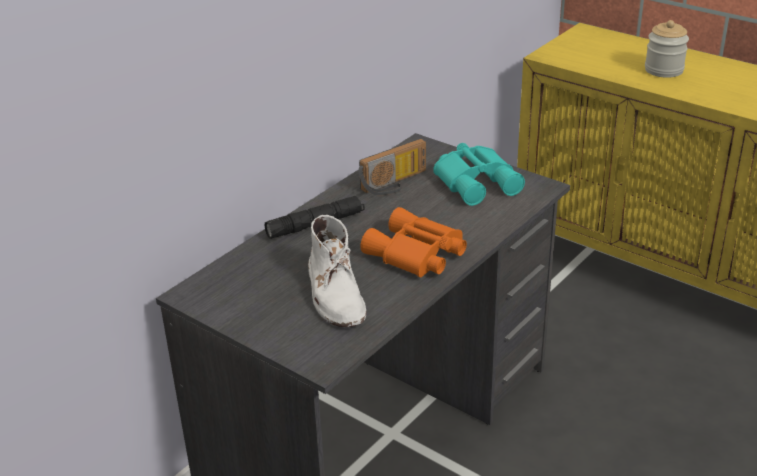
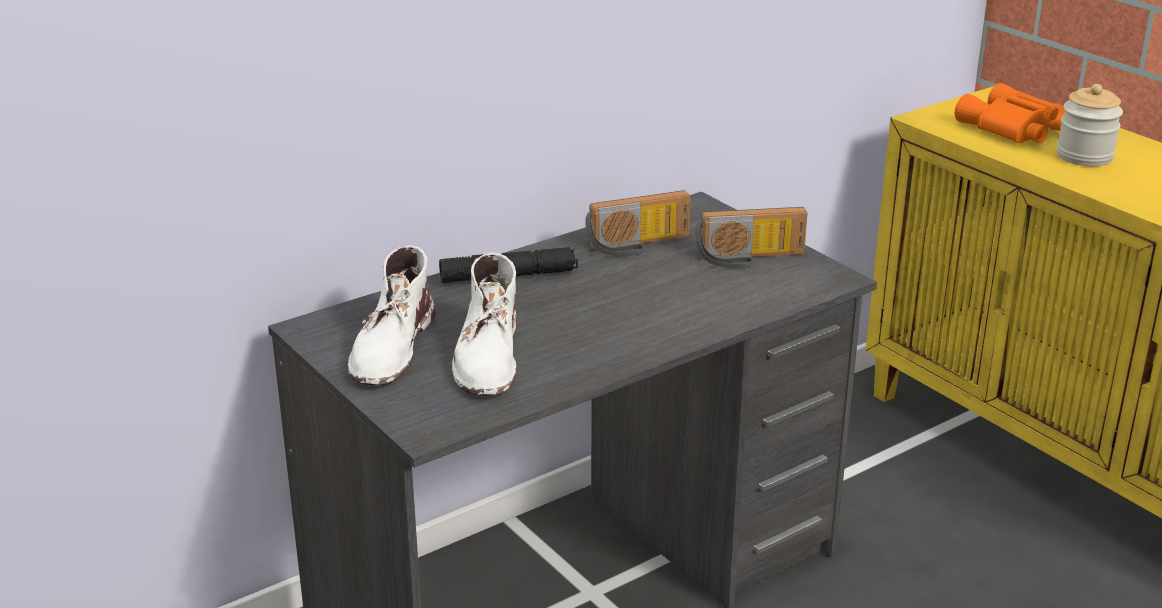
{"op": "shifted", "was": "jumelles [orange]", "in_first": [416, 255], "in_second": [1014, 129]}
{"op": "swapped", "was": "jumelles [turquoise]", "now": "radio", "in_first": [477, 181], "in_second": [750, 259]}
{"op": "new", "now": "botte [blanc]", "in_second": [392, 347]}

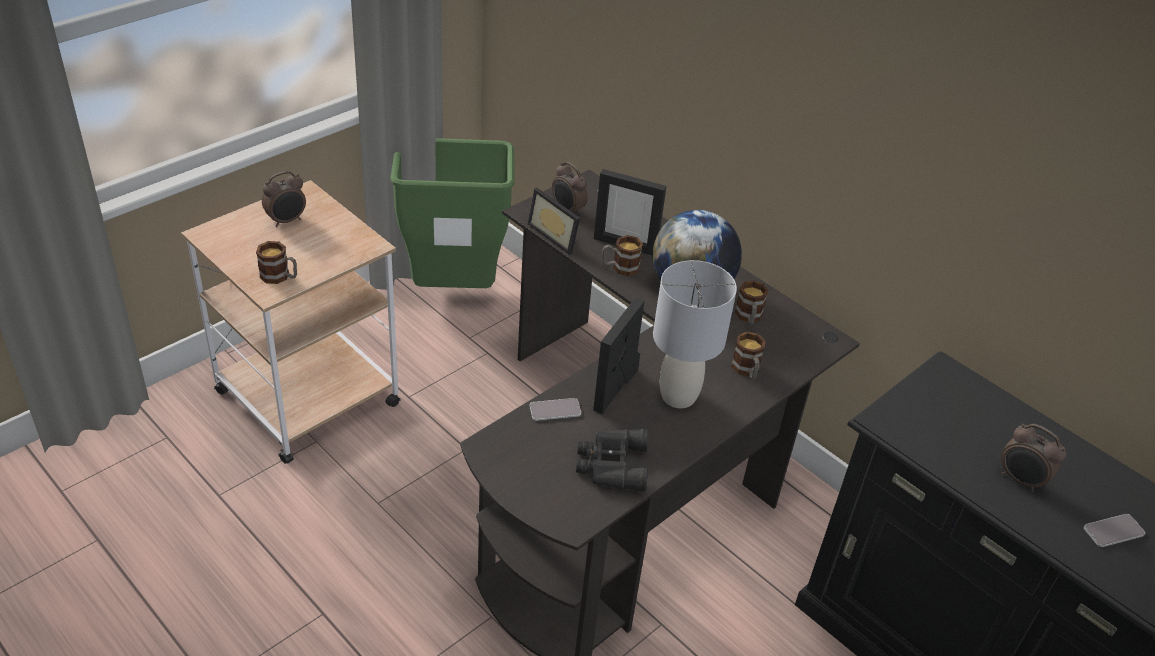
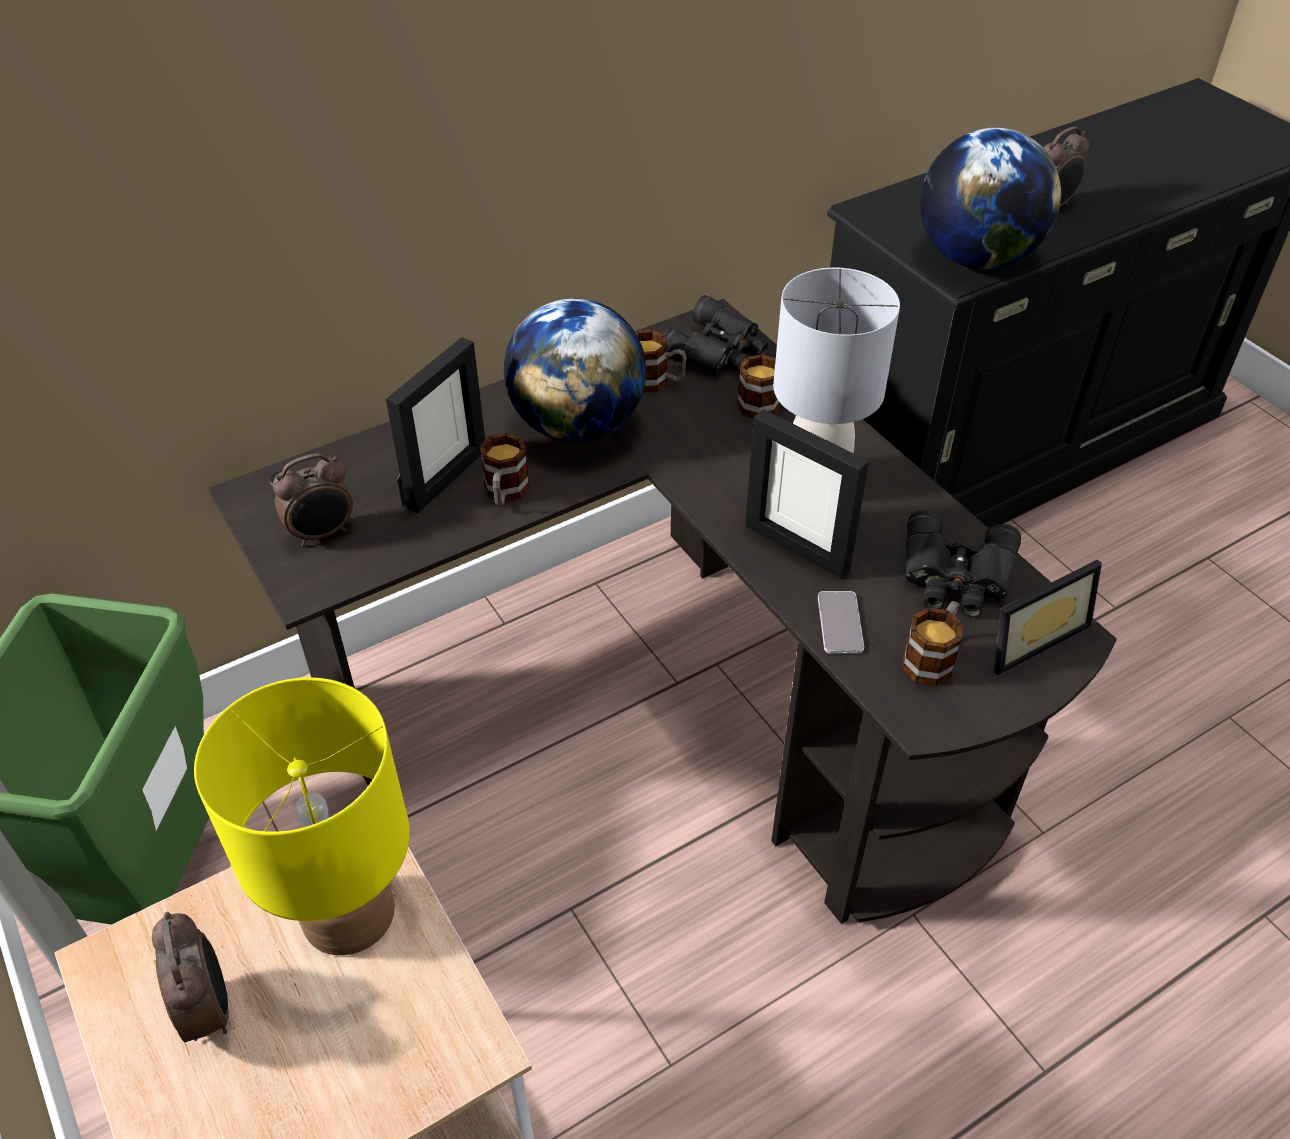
{"op": "shifted", "was": "mug", "in_first": [280, 277], "in_second": [932, 658]}
{"op": "shifted", "was": "cadre photo", "in_first": [556, 235], "in_second": [1028, 635]}
{"op": "gone", "was": "téléphone", "in_first": [1113, 531]}
{"op": "new", "now": "lampe de table [jaune]", "in_second": [349, 915]}
{"op": "new", "now": "jumelles [noir]", "in_second": [719, 350]}
{"op": "new", "now": "globe", "in_second": [976, 258]}

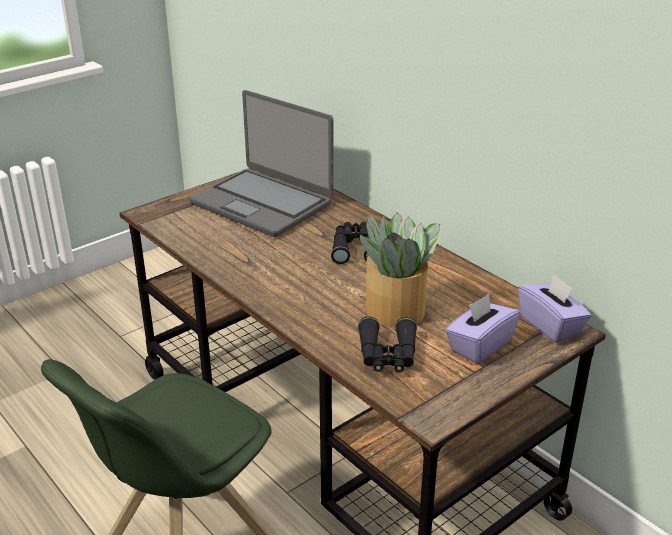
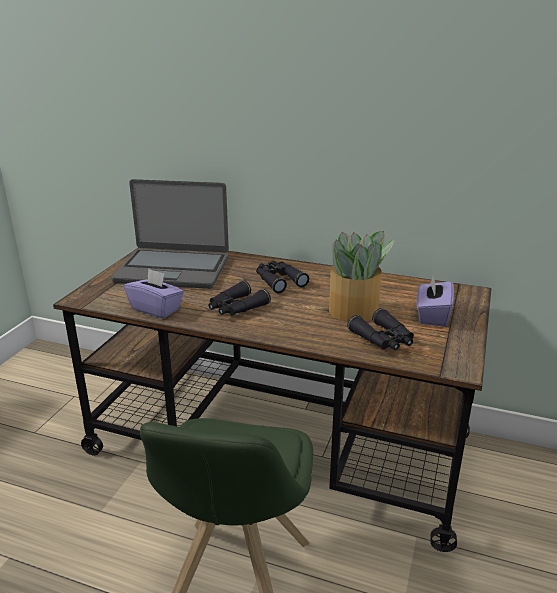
{"op": "shifted", "was": "boîte à mouchoirs [violet]", "in_first": [550, 325], "in_second": [156, 309]}
{"op": "new", "now": "jumelles [noir]", "in_second": [236, 308]}

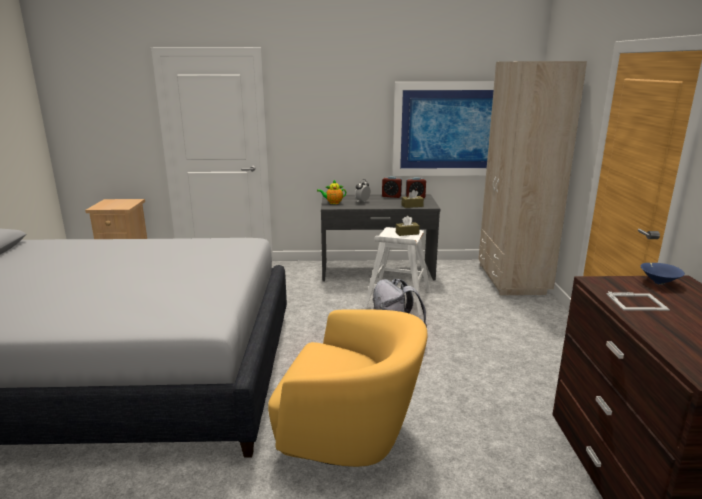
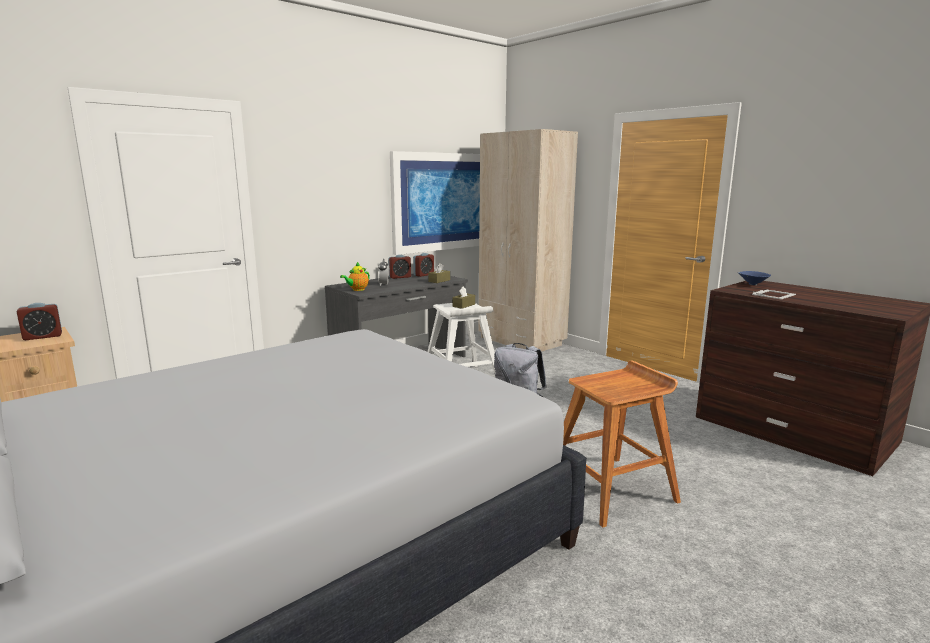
{"op": "swapped", "was": "fauteuil [jaune]", "now": "tabouret [marron]", "in_first": [349, 435], "in_second": [611, 489]}
{"op": "new", "now": "réveil", "in_second": [43, 336]}

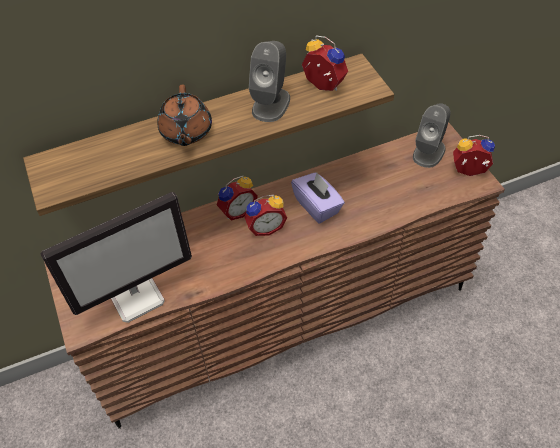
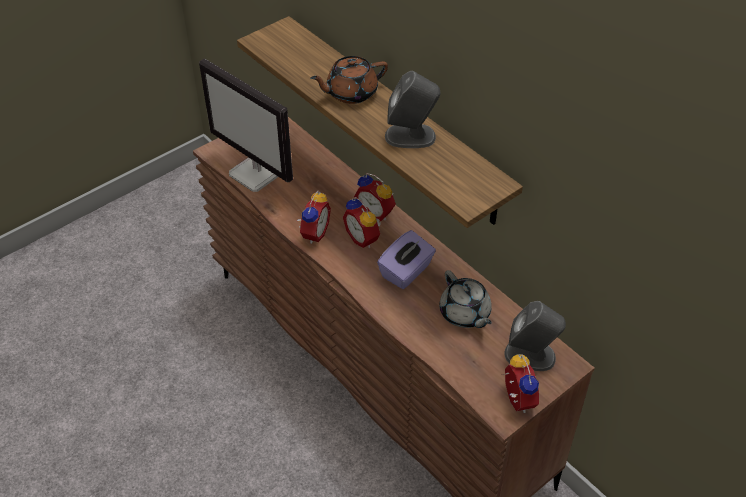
{"op": "shifted", "was": "réveil", "in_first": [322, 86], "in_second": [313, 233]}
{"op": "new", "now": "théière [gris]", "in_second": [465, 314]}

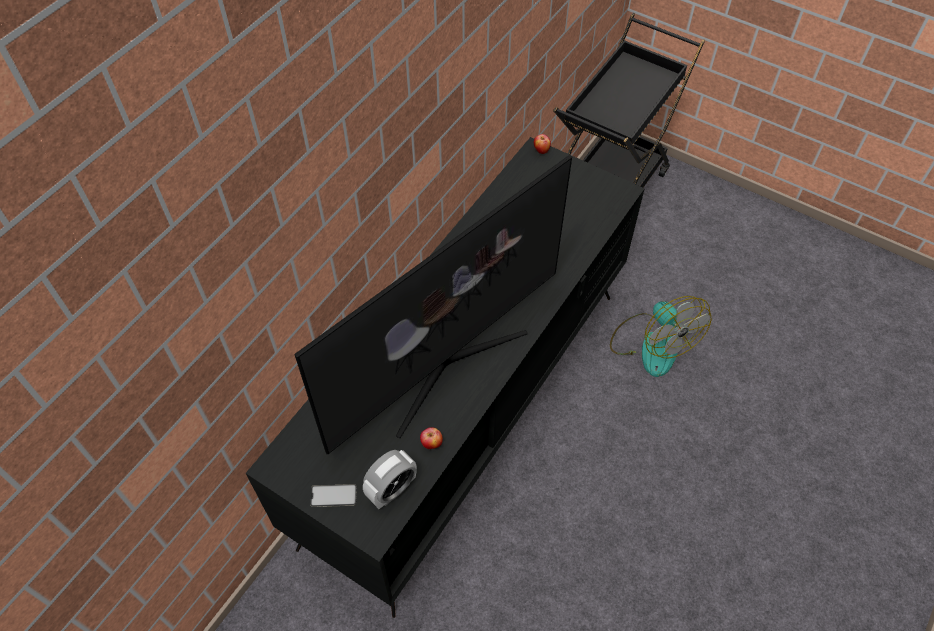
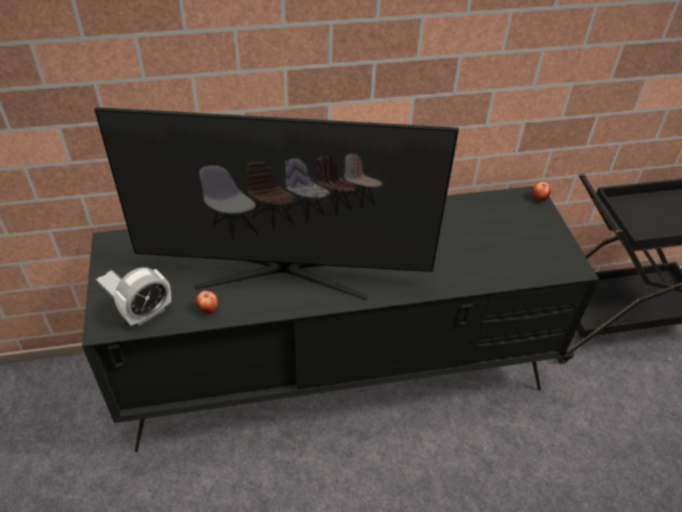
{"op": "rotated", "was": "réveil", "in_first": [392, 490], "in_second": [148, 313], "clockwise": -45}
{"op": "gone", "was": "ventilateur", "in_first": [652, 344]}

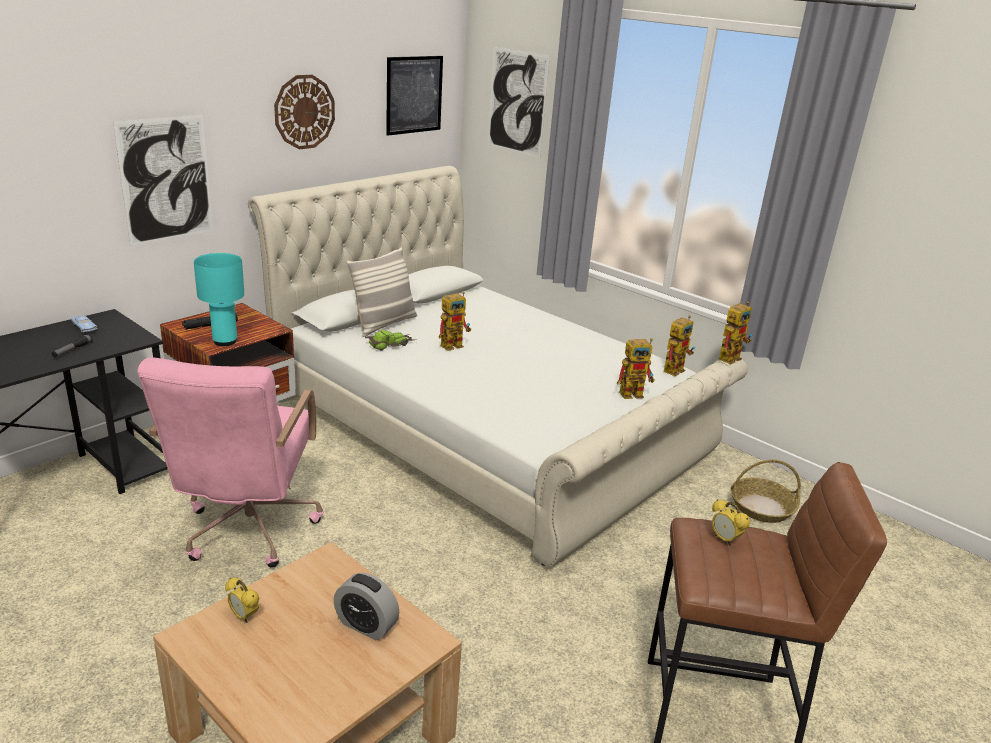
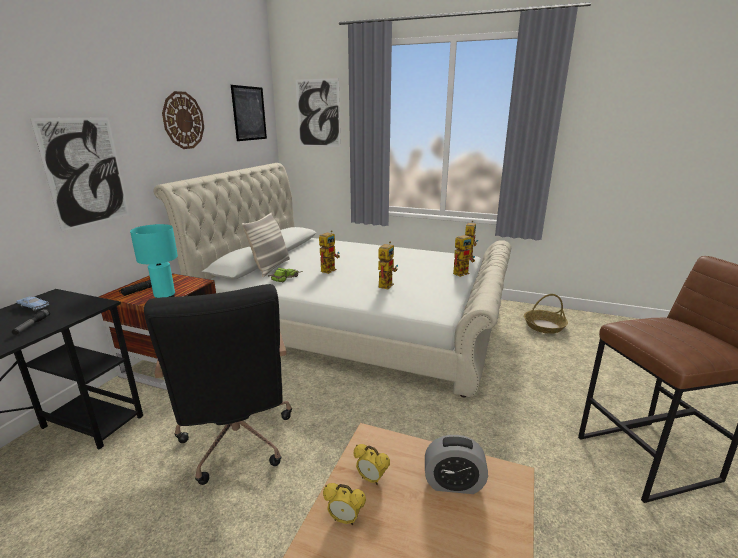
{"op": "repainted", "was": "chaise de bureau [rose]", "now": "chaise de bureau [noir]", "in_first": [248, 534], "in_second": [238, 445]}
{"op": "shifted", "was": "réveil", "in_first": [724, 539], "in_second": [371, 479]}
{"op": "shifted", "was": "robot jouet", "in_first": [730, 357], "in_second": [386, 284]}

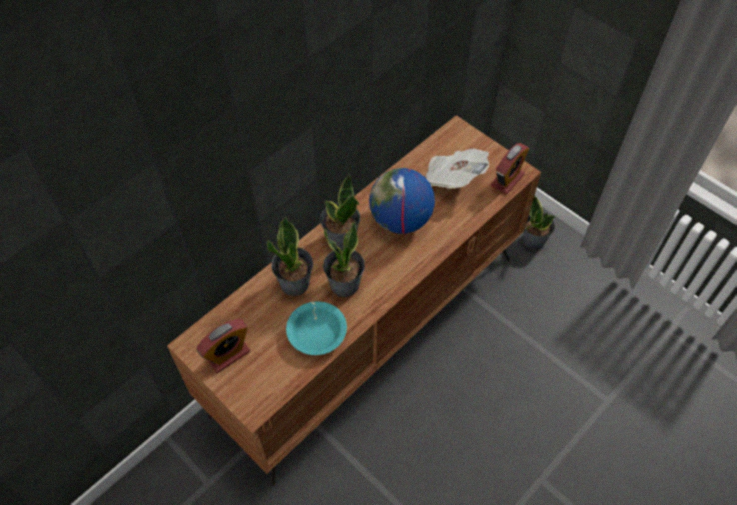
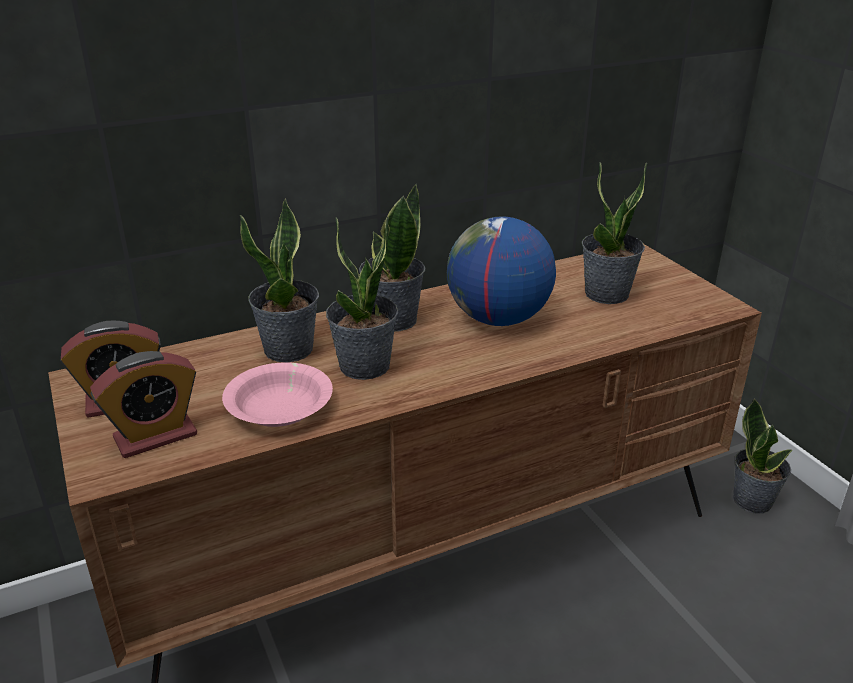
{"op": "repainted", "was": "bol [turquoise]", "now": "bol [rose]", "in_first": [317, 333], "in_second": [280, 408]}
{"op": "swapped", "was": "journal", "now": "plante en pot", "in_first": [453, 178], "in_second": [607, 294]}
{"op": "shifted", "was": "réveil", "in_first": [507, 180], "in_second": [155, 436]}

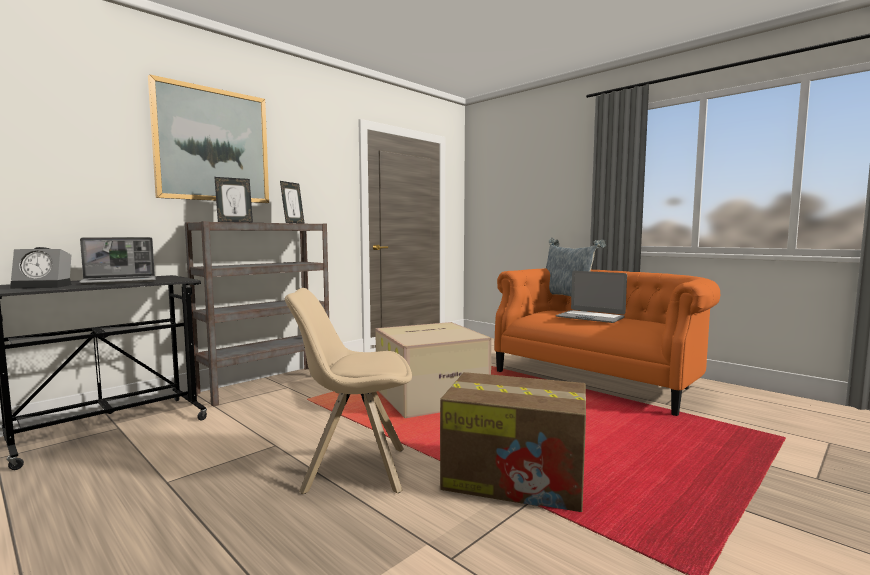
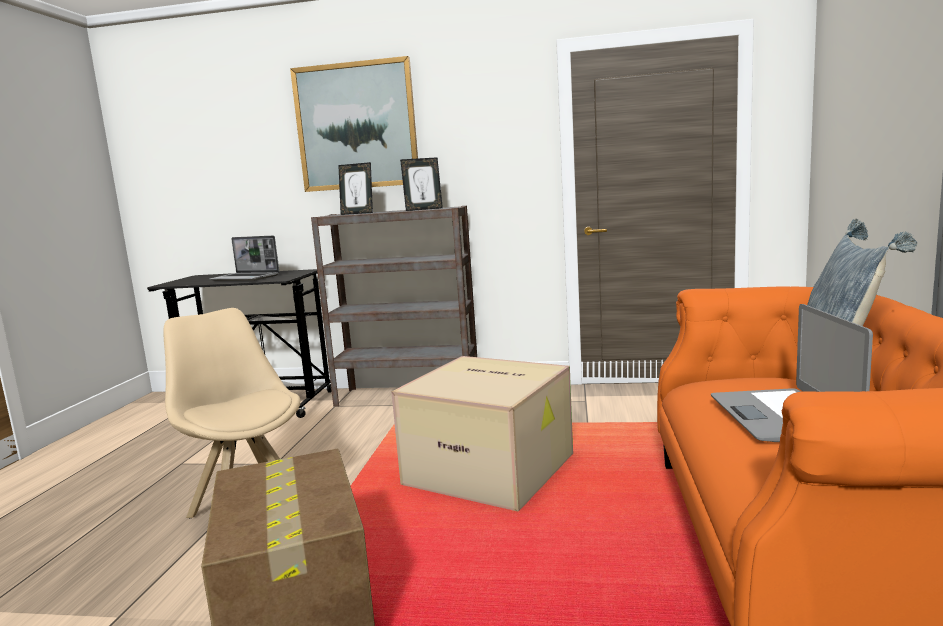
{"op": "gone", "was": "réveil", "in_first": [45, 286]}

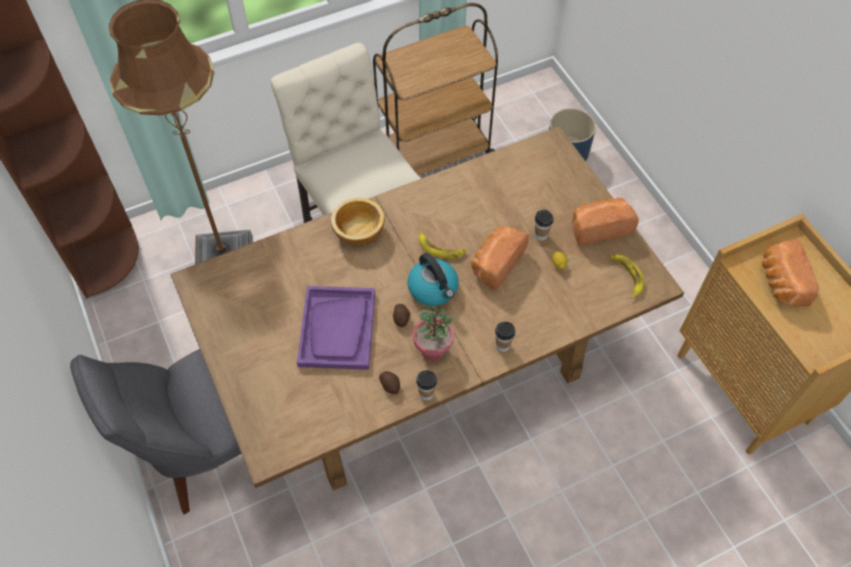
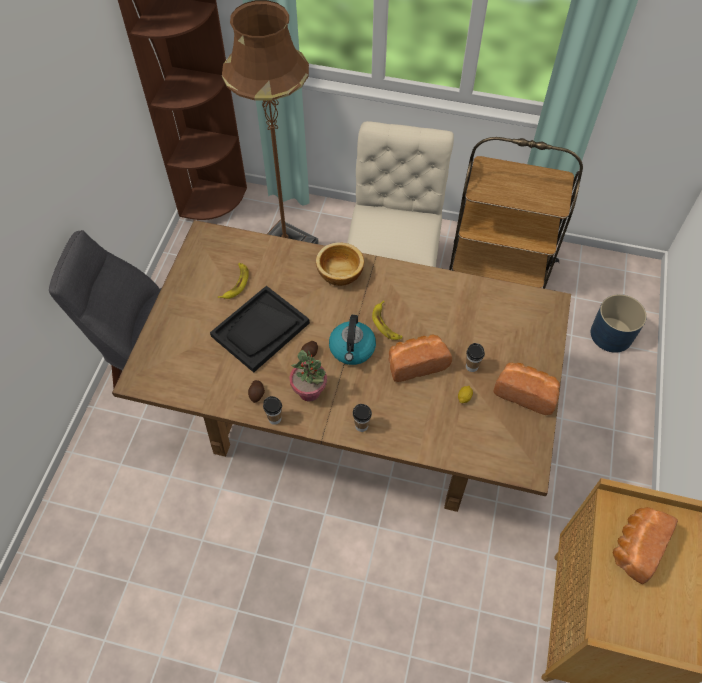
{"op": "repainted", "was": "plateau [violet]", "now": "plateau [noir]", "in_first": [337, 329], "in_second": [260, 330]}
{"op": "shifted", "was": "banane", "in_first": [627, 276], "in_second": [235, 283]}

